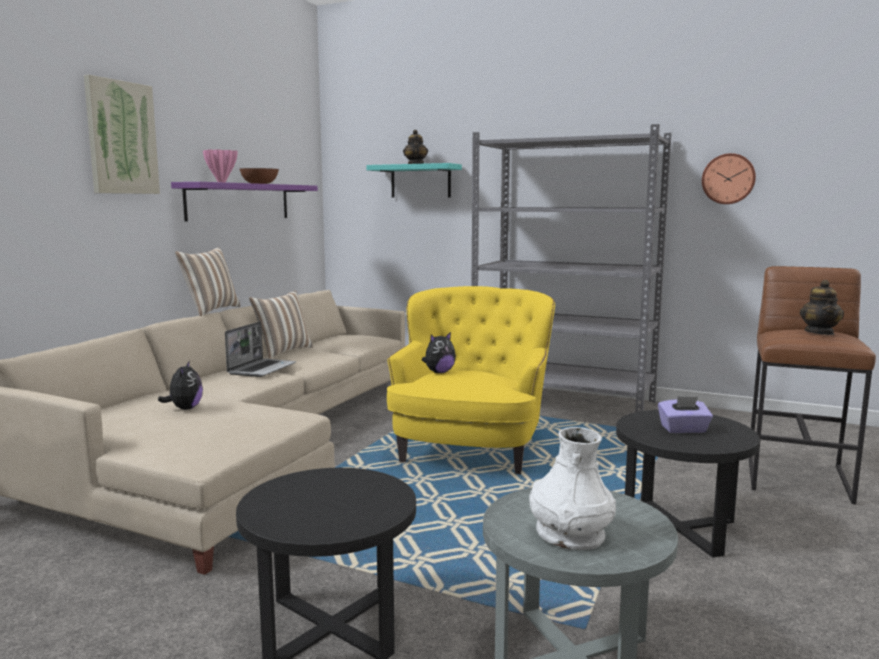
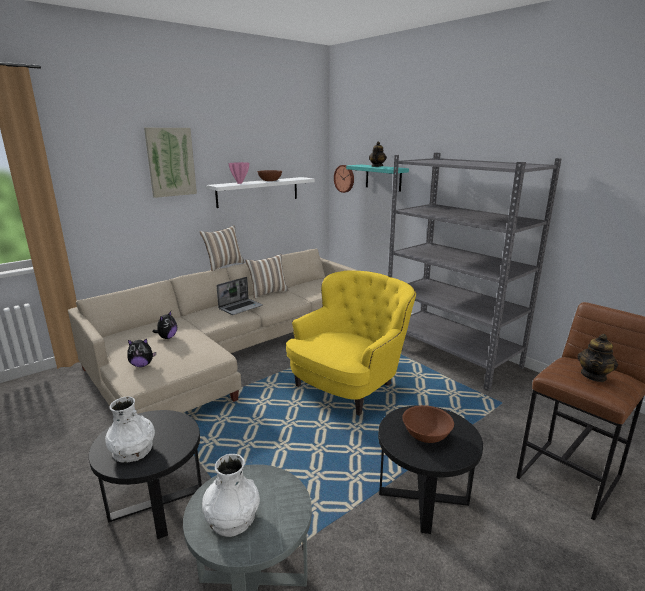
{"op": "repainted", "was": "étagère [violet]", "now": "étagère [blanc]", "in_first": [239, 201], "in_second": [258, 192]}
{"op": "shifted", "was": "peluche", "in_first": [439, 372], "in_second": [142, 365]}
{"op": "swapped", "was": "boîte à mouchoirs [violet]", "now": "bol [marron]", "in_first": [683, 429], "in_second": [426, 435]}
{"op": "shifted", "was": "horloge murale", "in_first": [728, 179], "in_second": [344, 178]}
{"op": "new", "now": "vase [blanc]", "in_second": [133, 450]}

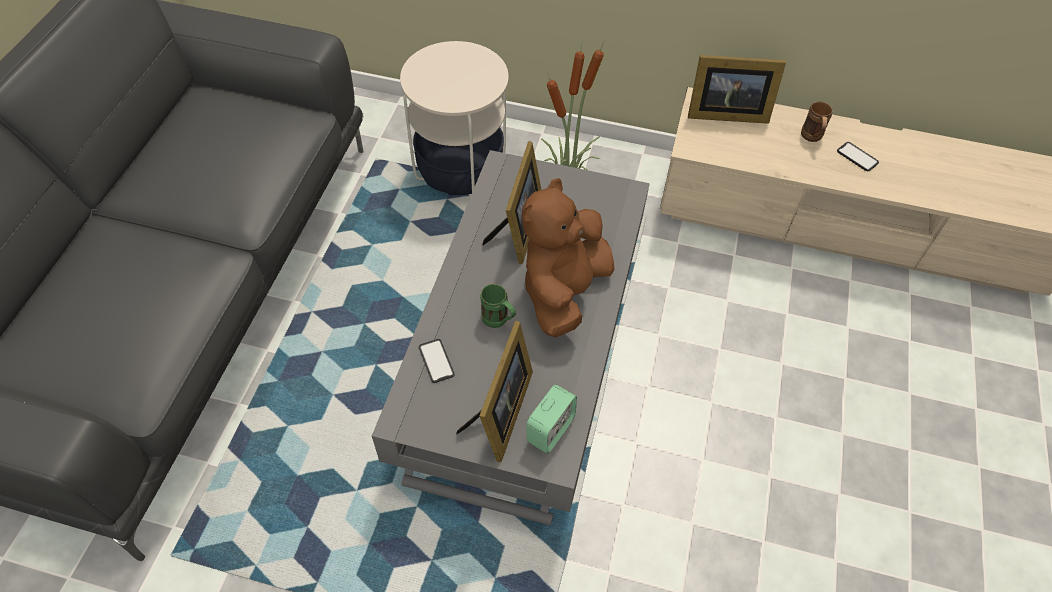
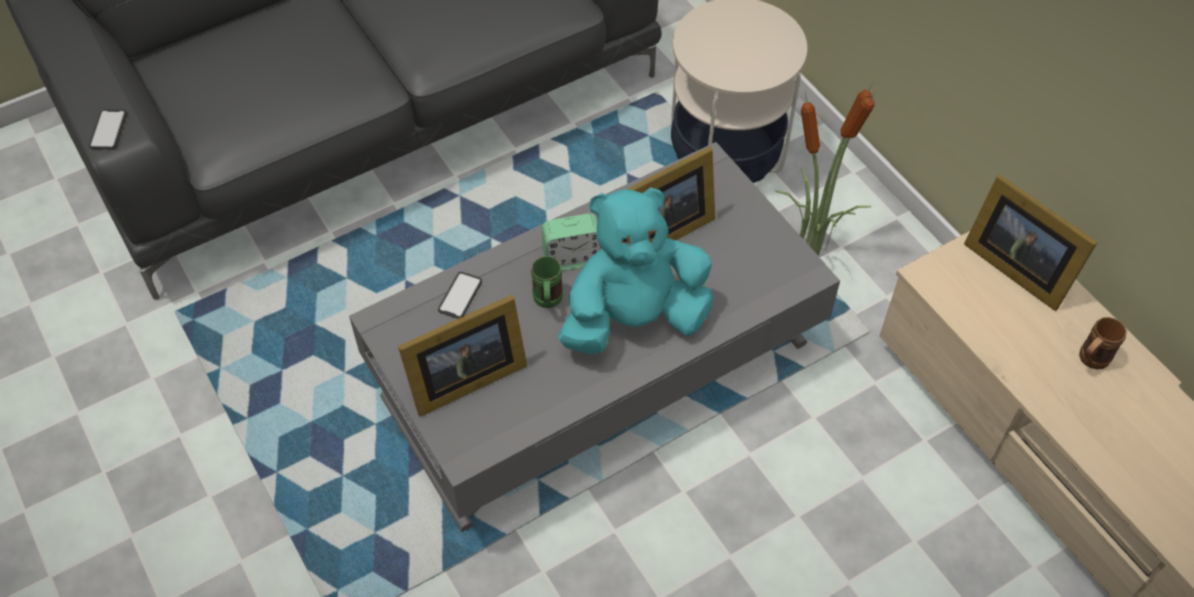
{"op": "repainted", "was": "peluche [marron]", "now": "peluche [turquoise]", "in_first": [563, 291], "in_second": [634, 319]}
{"op": "shifted", "was": "réveil", "in_first": [550, 430], "in_second": [572, 258]}
{"op": "shifted", "was": "téléphone", "in_first": [857, 157], "in_second": [108, 130]}

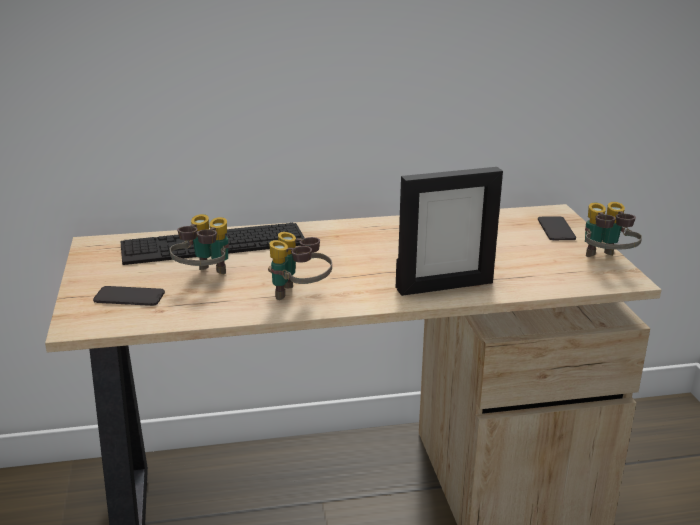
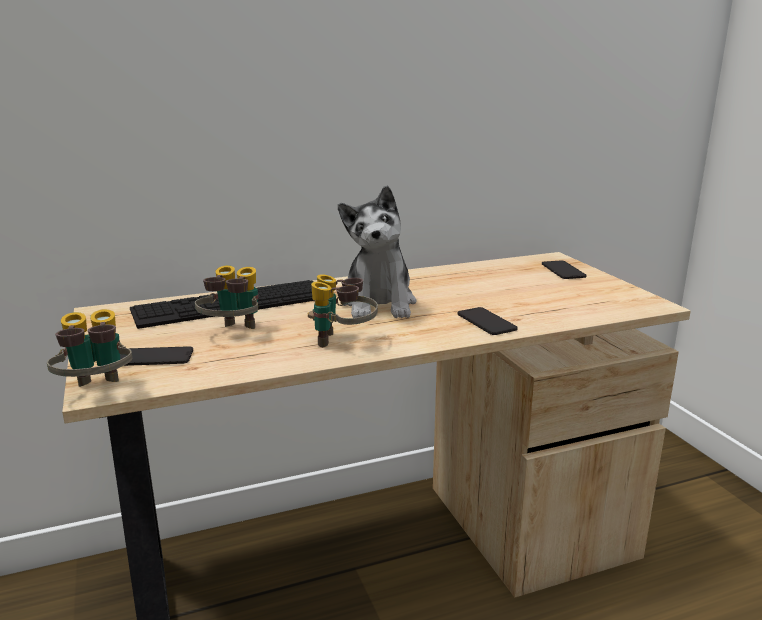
{"op": "swapped", "was": "cadre photo", "now": "téléphone", "in_first": [444, 285], "in_second": [486, 322]}
{"op": "shifted", "was": "jumelles", "in_first": [605, 261], "in_second": [97, 392]}
{"op": "new", "now": "peluche", "in_second": [379, 304]}

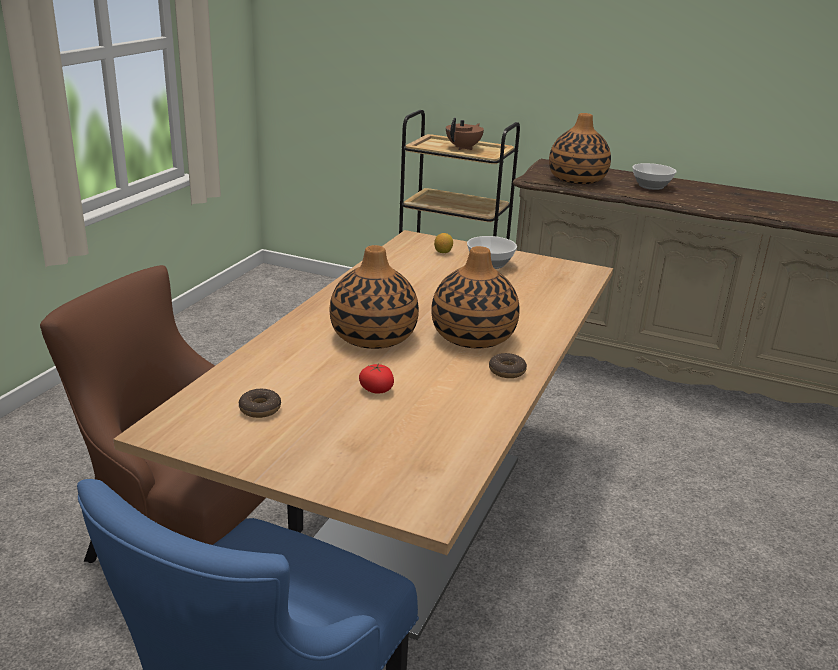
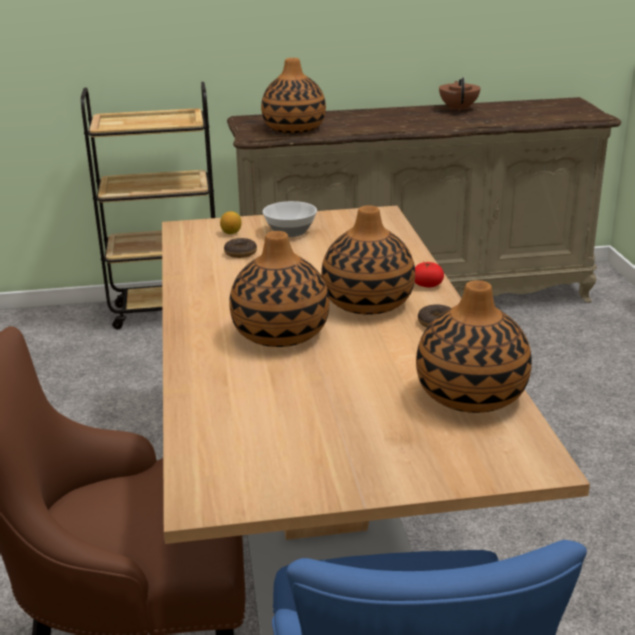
{"op": "shifted", "was": "beignet", "in_first": [260, 409], "in_second": [240, 253]}
{"op": "shifted", "was": "tomate", "in_first": [376, 389], "in_second": [427, 285]}
{"op": "shifted", "was": "théière [marron]", "in_first": [464, 148], "in_second": [459, 109]}
{"op": "gone", "was": "bol", "in_first": [650, 186]}
{"op": "new", "now": "vase", "in_second": [470, 395]}

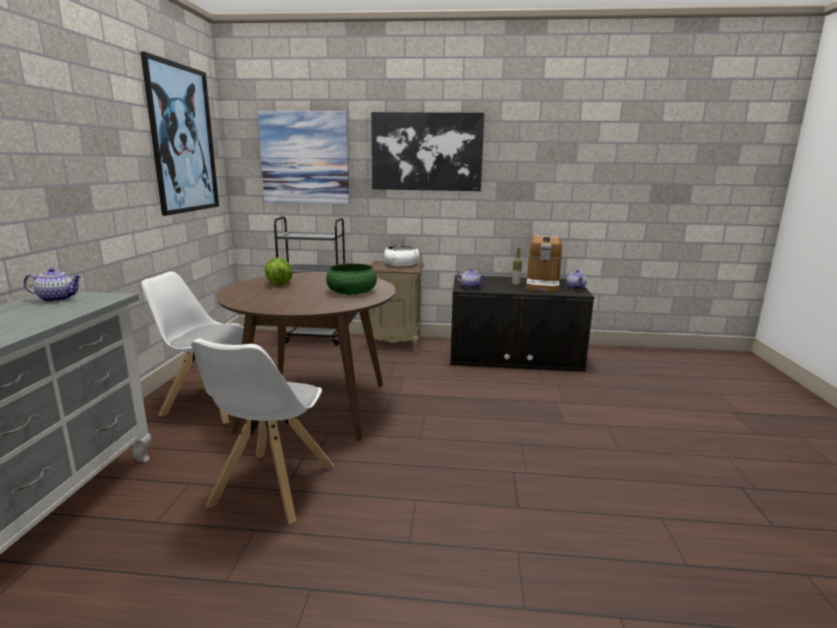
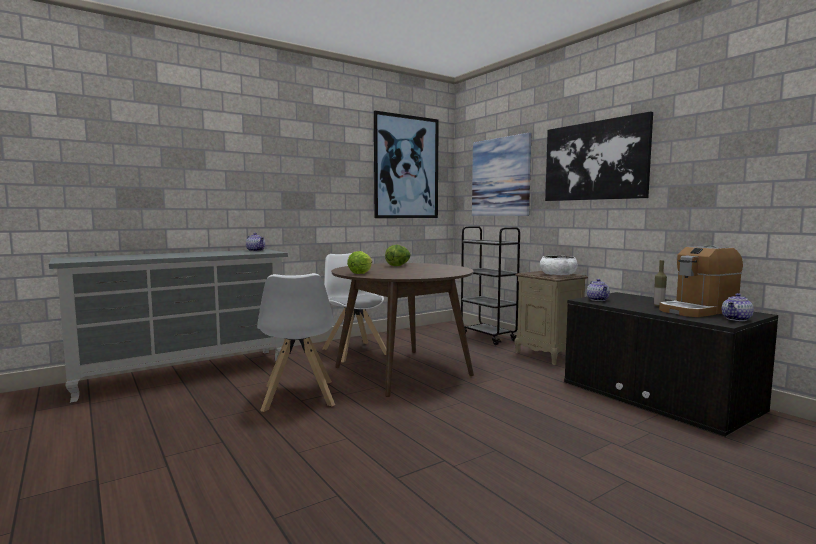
{"op": "rotated", "was": "chaise", "in_first": [271, 487], "in_second": [298, 397], "clockwise": -75}
{"op": "gone", "was": "bol [vert]", "in_first": [352, 291]}
{"op": "new", "now": "laitue", "in_second": [360, 273]}

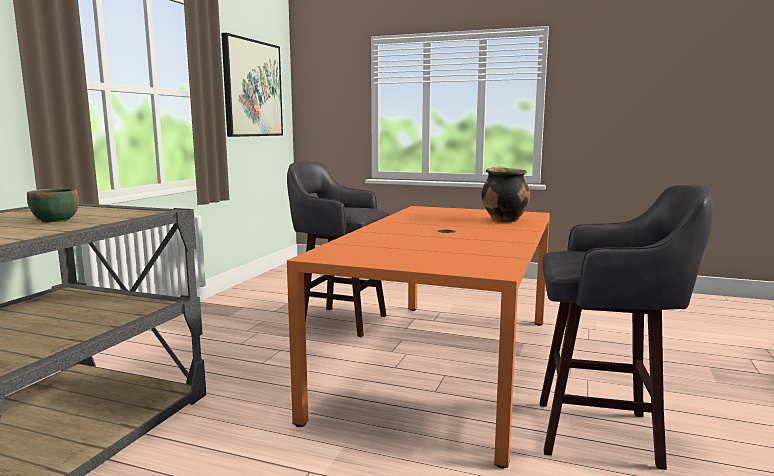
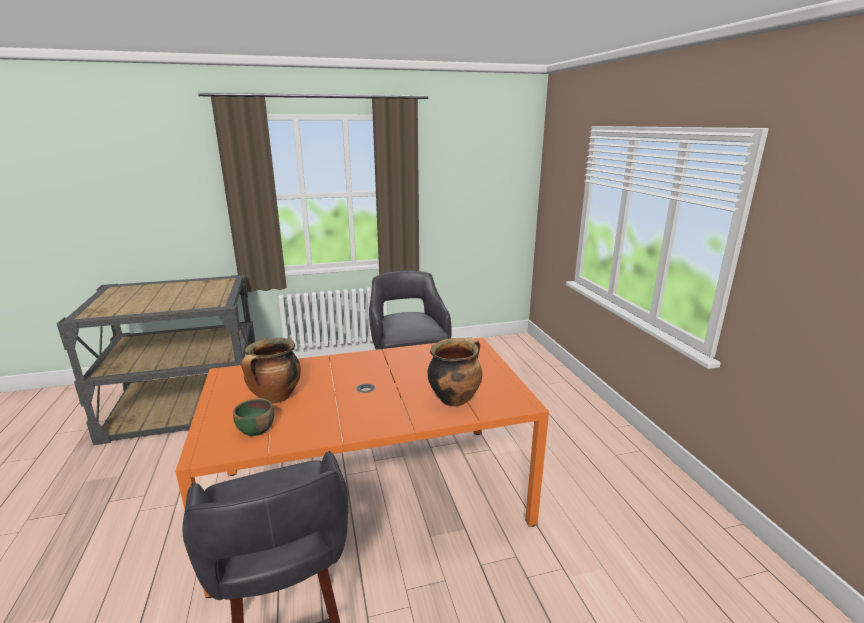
{"op": "shifted", "was": "bol [vert]", "in_first": [55, 220], "in_second": [256, 430]}
{"op": "gone", "was": "tableau", "in_first": [252, 89]}
{"op": "new", "now": "marmite", "in_second": [275, 398]}

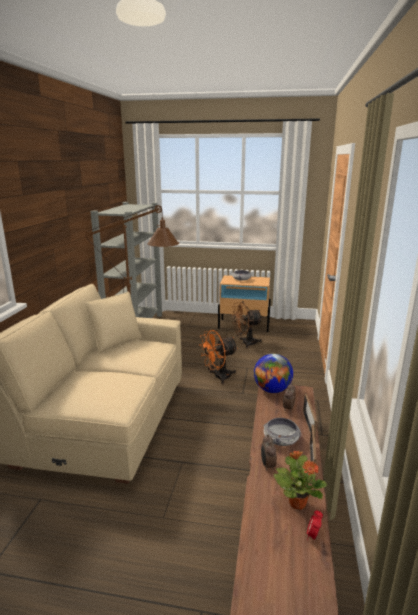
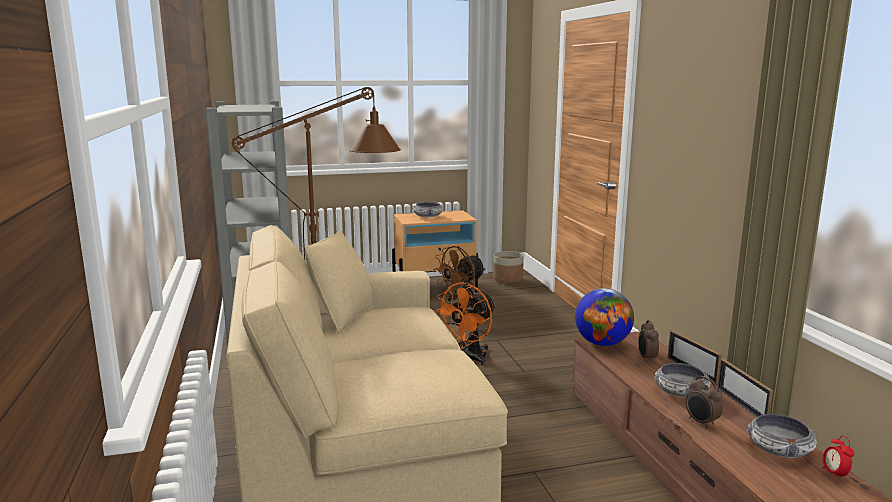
{"op": "swapped", "was": "plante en pot", "now": "bol", "in_first": [297, 502], "in_second": [779, 449]}
{"op": "new", "now": "cache-pot", "in_second": [507, 279]}

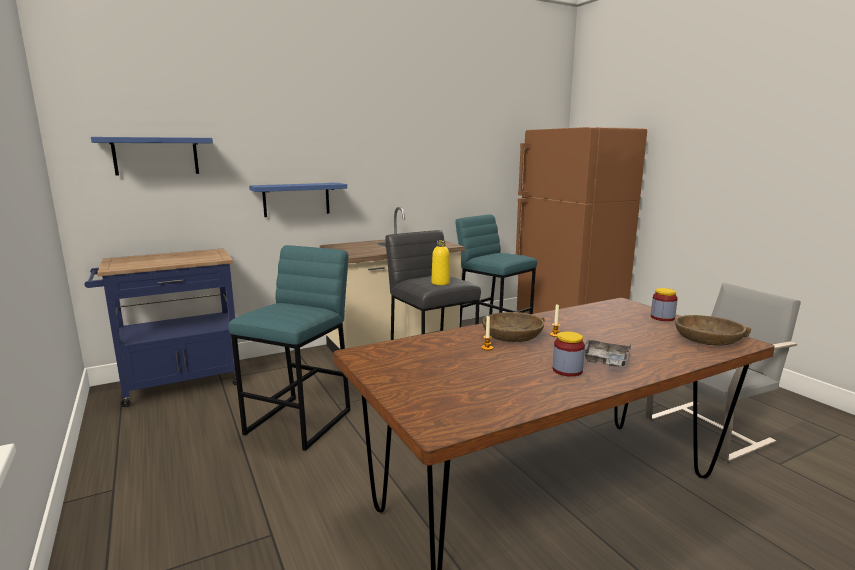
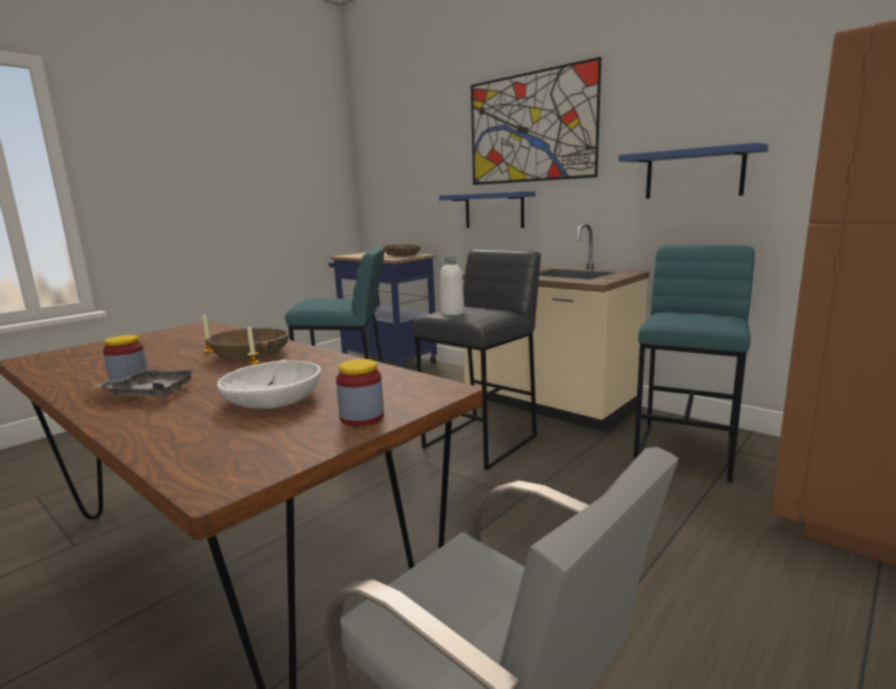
{"op": "shifted", "was": "étagère [bleu]", "in_first": [156, 156], "in_second": [693, 174]}
{"op": "repainted", "was": "bouteille [jaune]", "now": "bouteille [blanc]", "in_first": [440, 283], "in_second": [452, 313]}
{"op": "shifted", "was": "bol [marron]", "in_first": [708, 339], "in_second": [402, 255]}
{"op": "new", "now": "bol [blanc]", "in_second": [273, 398]}
{"op": "new", "now": "tableau", "in_second": [530, 128]}

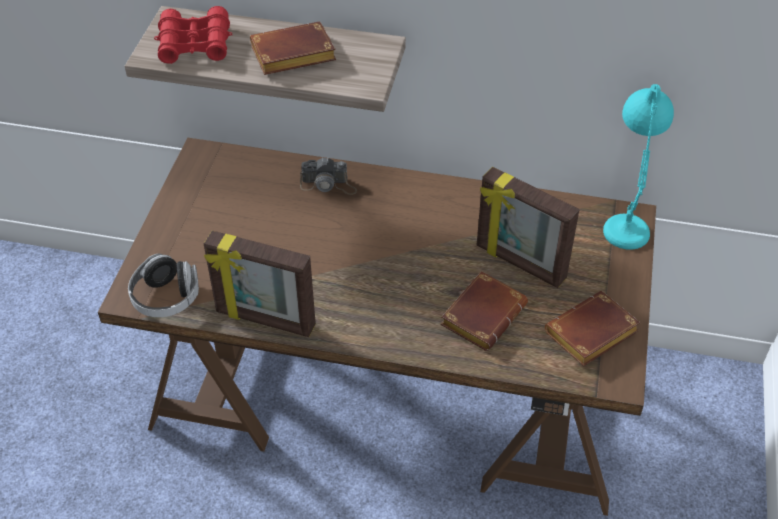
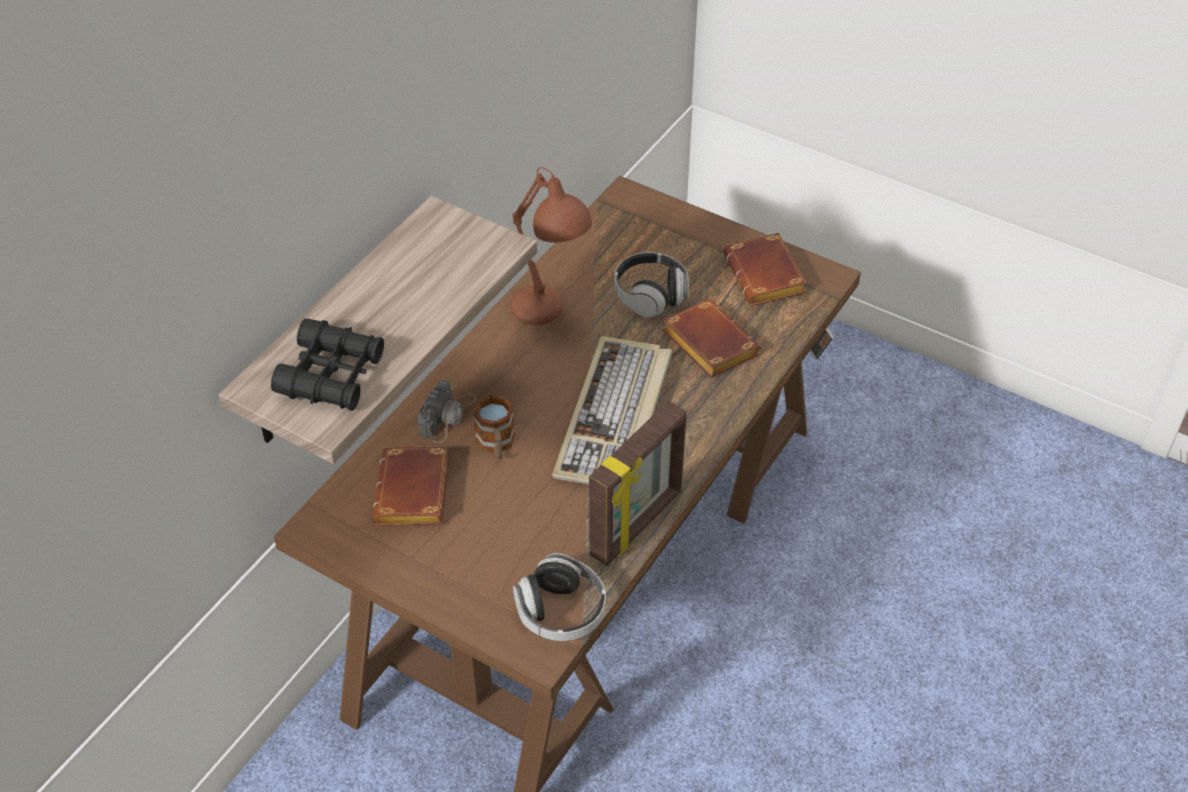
{"op": "repainted", "was": "jumelles [rouge]", "now": "jumelles [noir]", "in_first": [195, 44], "in_second": [331, 375]}
{"op": "shifted", "was": "livre [marron]", "in_first": [291, 56], "in_second": [415, 494]}
{"op": "swapped", "was": "cadre photo", "now": "casque audio", "in_first": [519, 263], "in_second": [650, 296]}
{"op": "gone", "was": "lampe de table [turquoise]", "in_first": [627, 218]}
{"op": "new", "now": "mug", "in_second": [496, 445]}
{"op": "new", "now": "lampe de table [marron]", "in_second": [549, 319]}
{"op": "new", "now": "clavier", "in_second": [615, 418]}

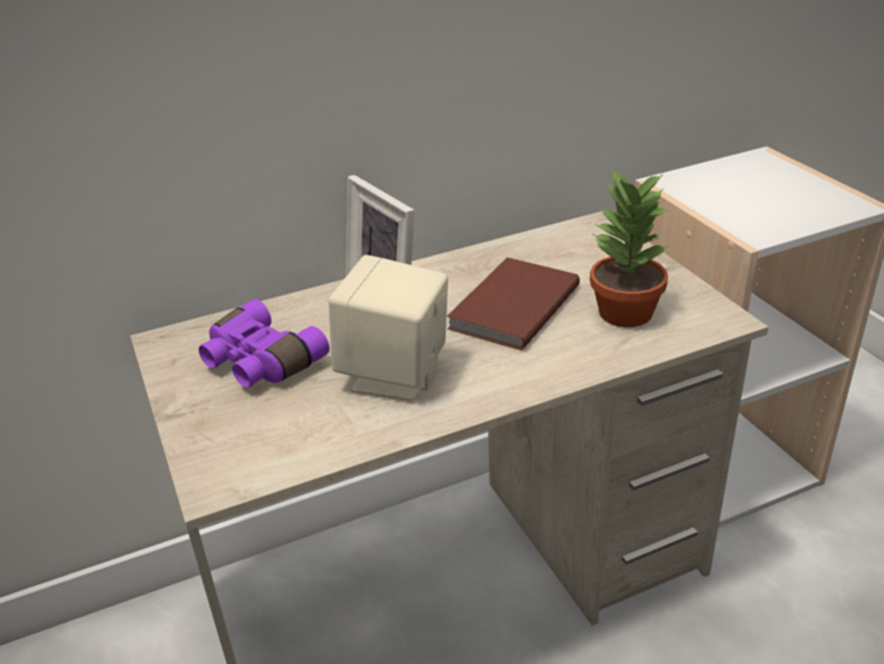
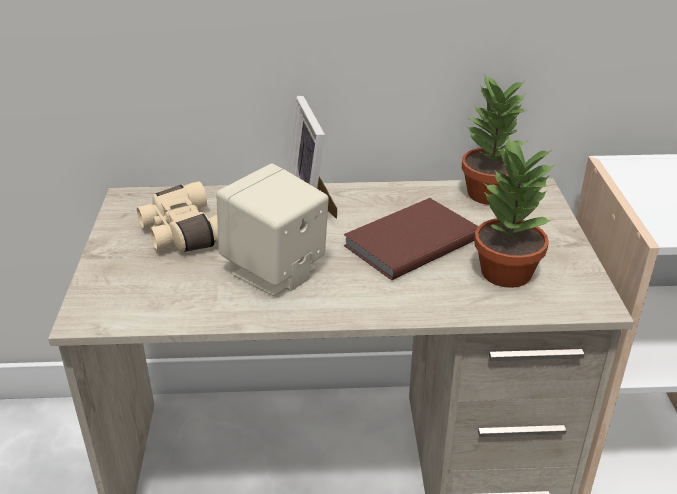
{"op": "repainted", "was": "jumelles [violet]", "now": "jumelles [beige]", "in_first": [259, 363], "in_second": [182, 233]}
{"op": "new", "now": "plante en pot", "in_second": [487, 193]}

